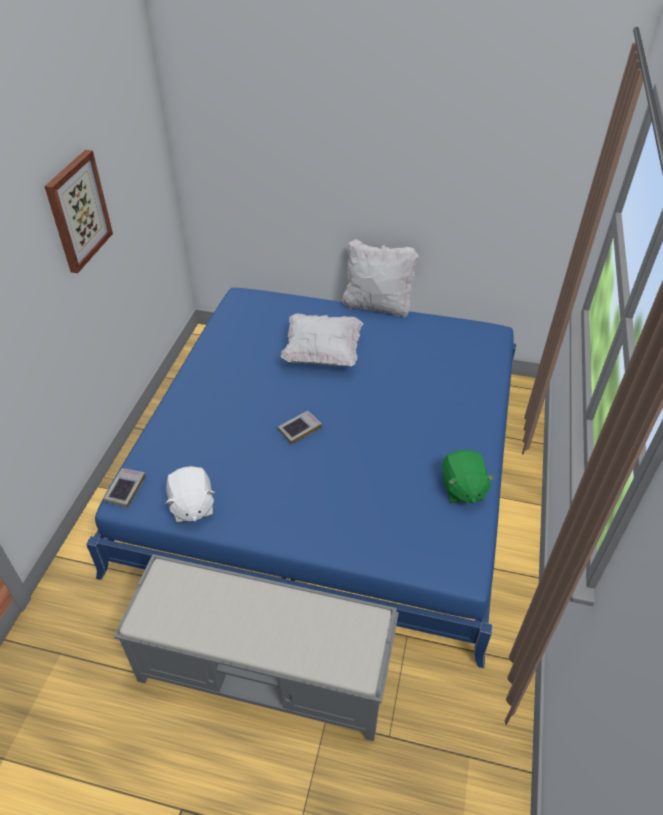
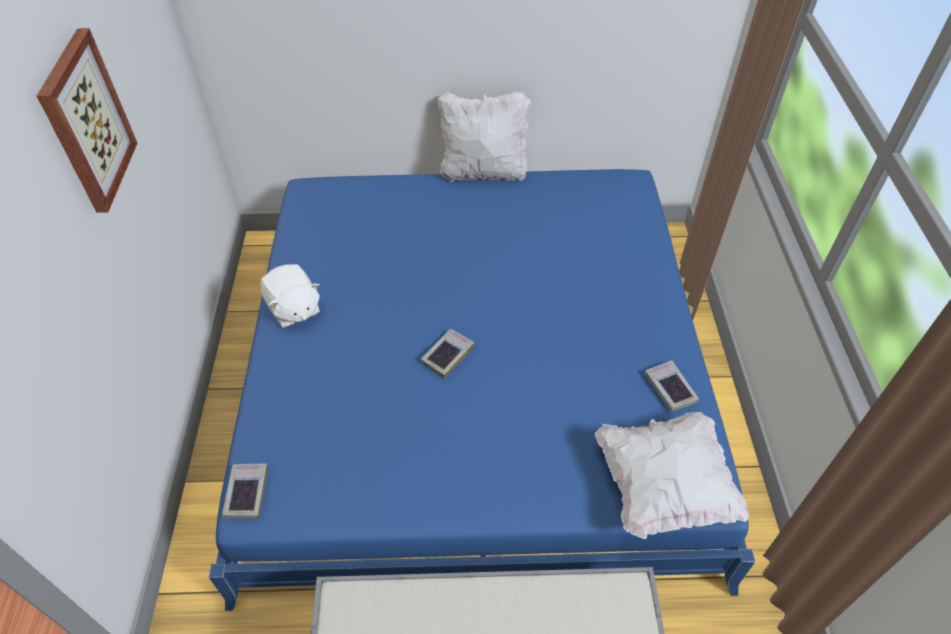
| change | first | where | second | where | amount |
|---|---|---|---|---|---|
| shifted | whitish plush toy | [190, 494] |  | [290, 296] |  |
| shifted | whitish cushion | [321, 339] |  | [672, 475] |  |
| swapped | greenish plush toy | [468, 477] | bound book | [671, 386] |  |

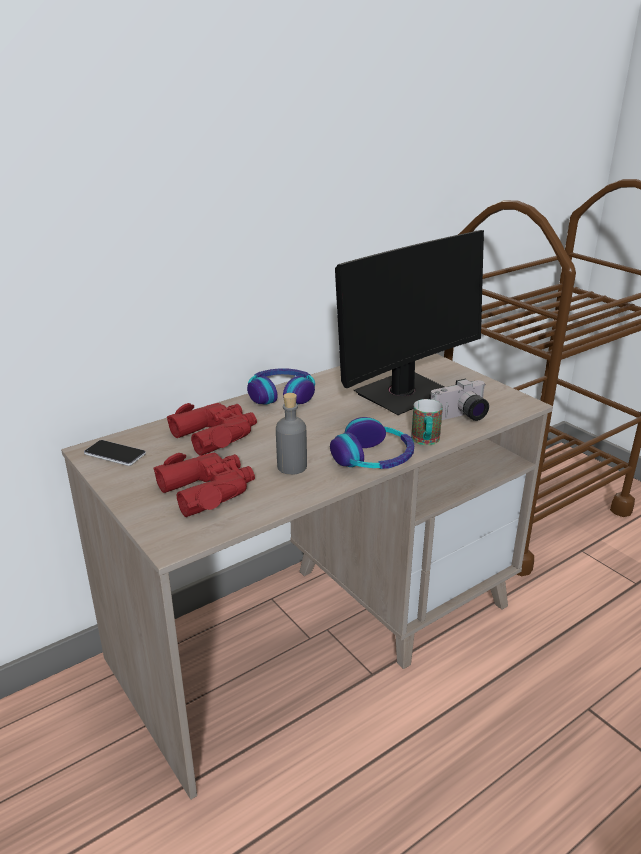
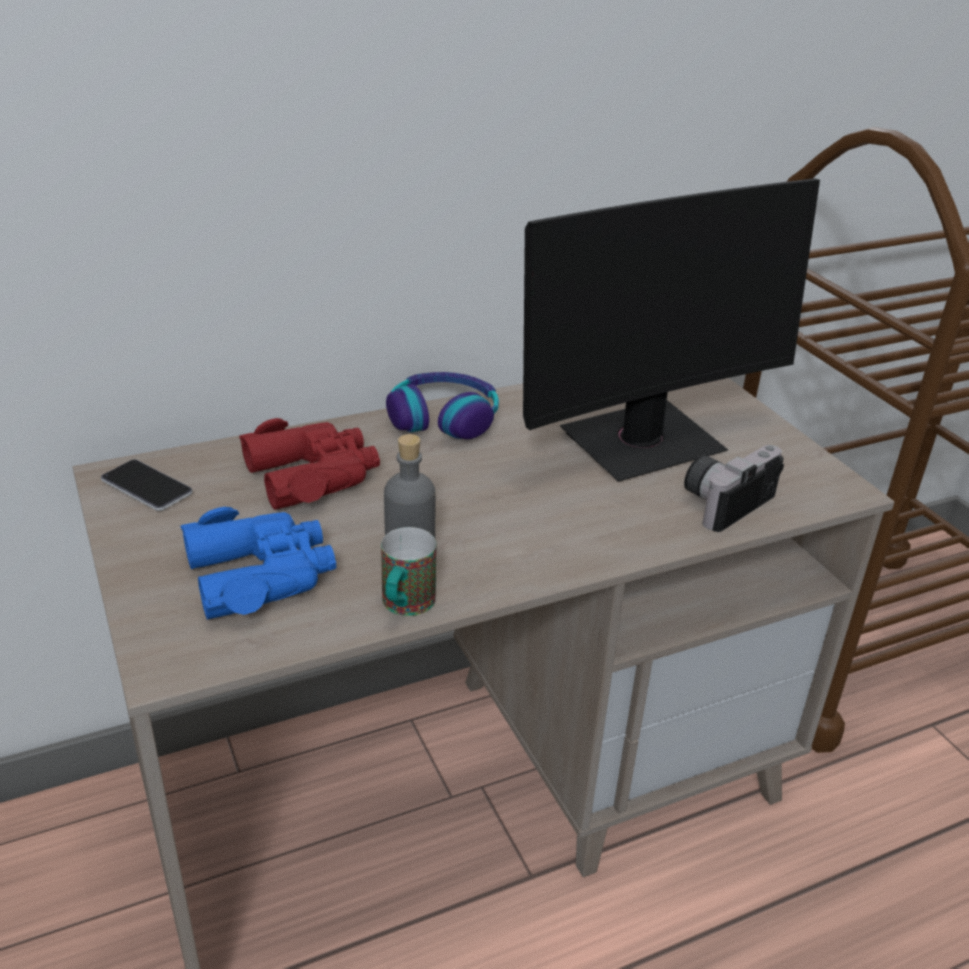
| change | first | where | second | where | amount |
|---|---|---|---|---|---|
| gone | headset | [372, 443] |  |  |  |
| shifted | coffee mug | [427, 422] |  | [408, 571] |  |
| repainted | red-coloured pair of binoculars | [204, 485] | blue pair of binoculars | [258, 563] |  |
| rotated | still camera | [459, 400] |  | [734, 488] | 150 degrees clockwise |

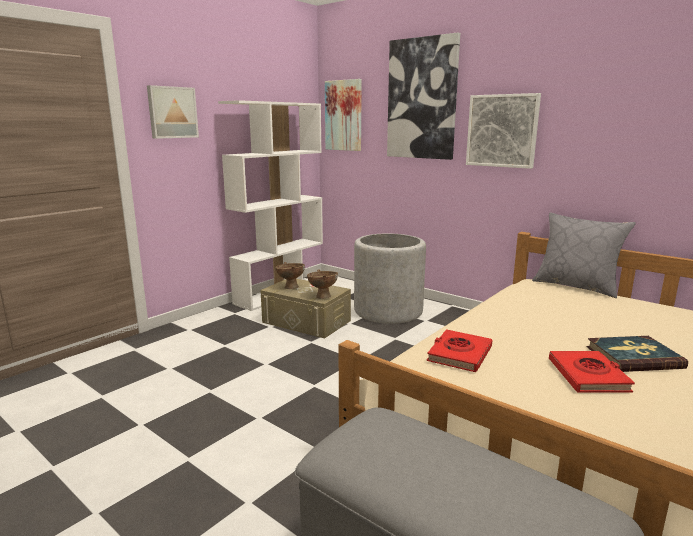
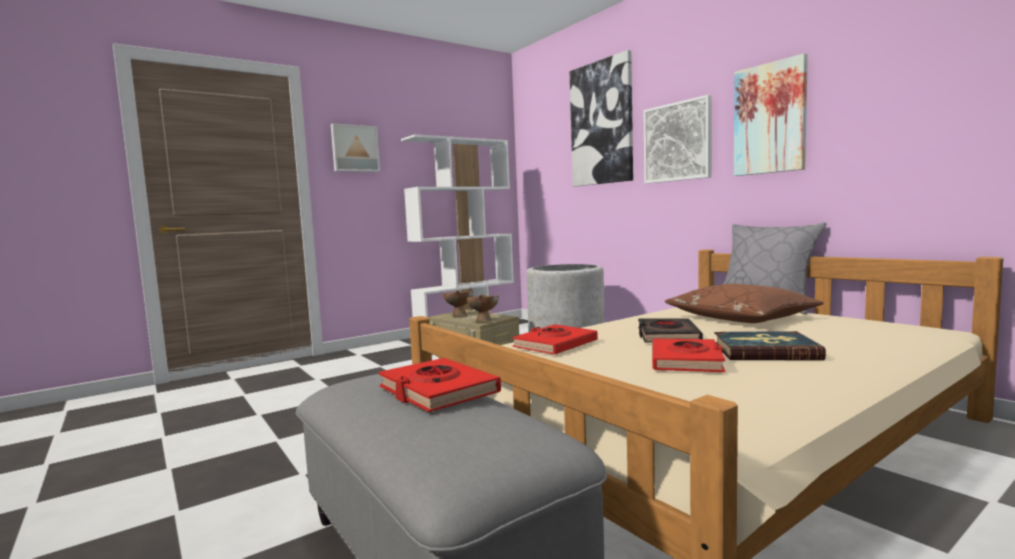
| change | first | where | second | where | amount |
|---|---|---|---|---|---|
| new |  |  | red-coloured bound book | [440, 385] |  |
| new |  |  | blackish bound book | [670, 331] |  |
| new |  |  | brown-coloured cushion | [744, 303] |  |
| shifted | picture | [343, 115] |  | [771, 114] |  |

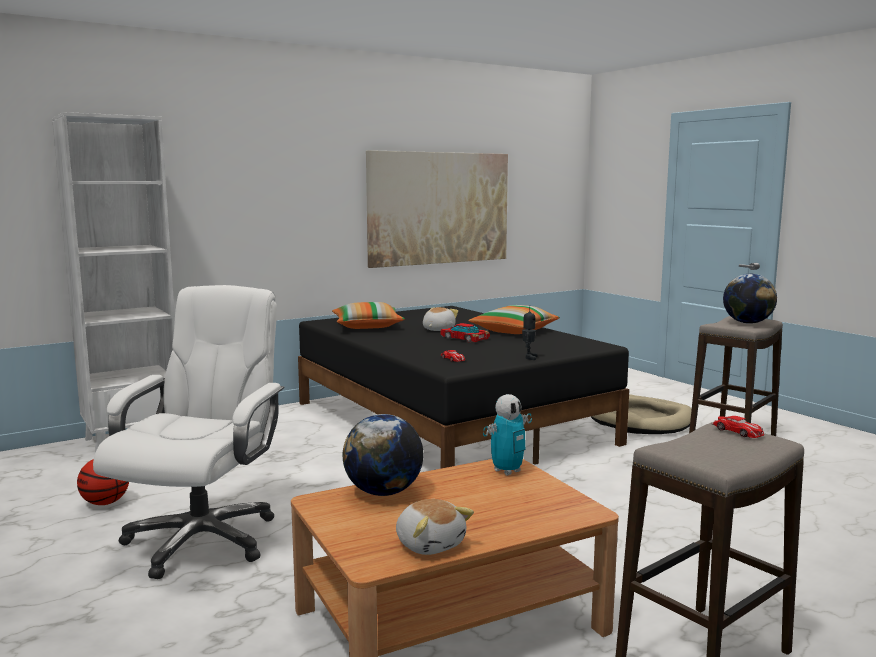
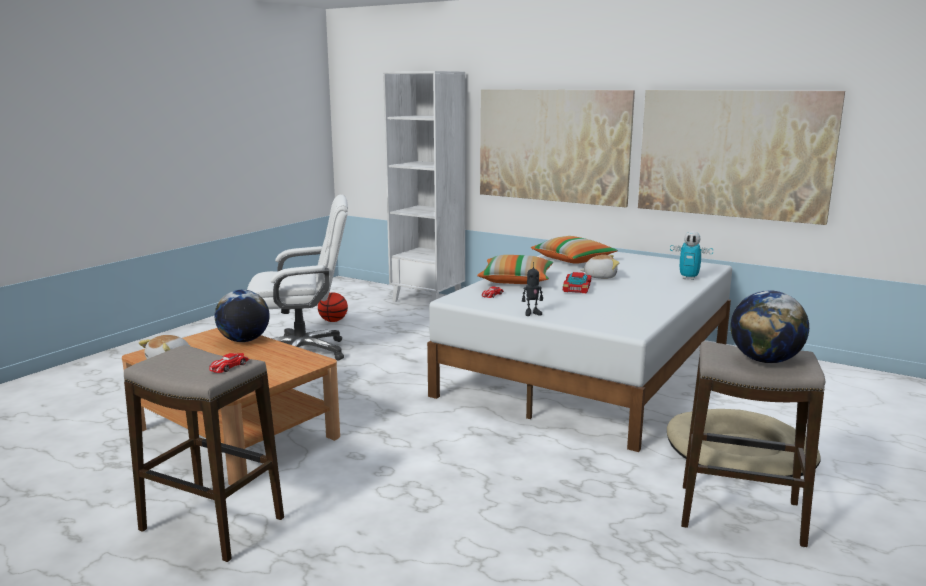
| change | first | where | second | where | amount |
|---|---|---|---|---|---|
| new |  |  | picture | [557, 148] |  |
| shifted | cushion | [514, 319] |  | [515, 269] |  |
| shifted | robot figure | [507, 435] |  | [691, 255] |  |
| repainted | blackish bedroom bed | [463, 387] | whitish bedroom bed | [579, 352] |  |

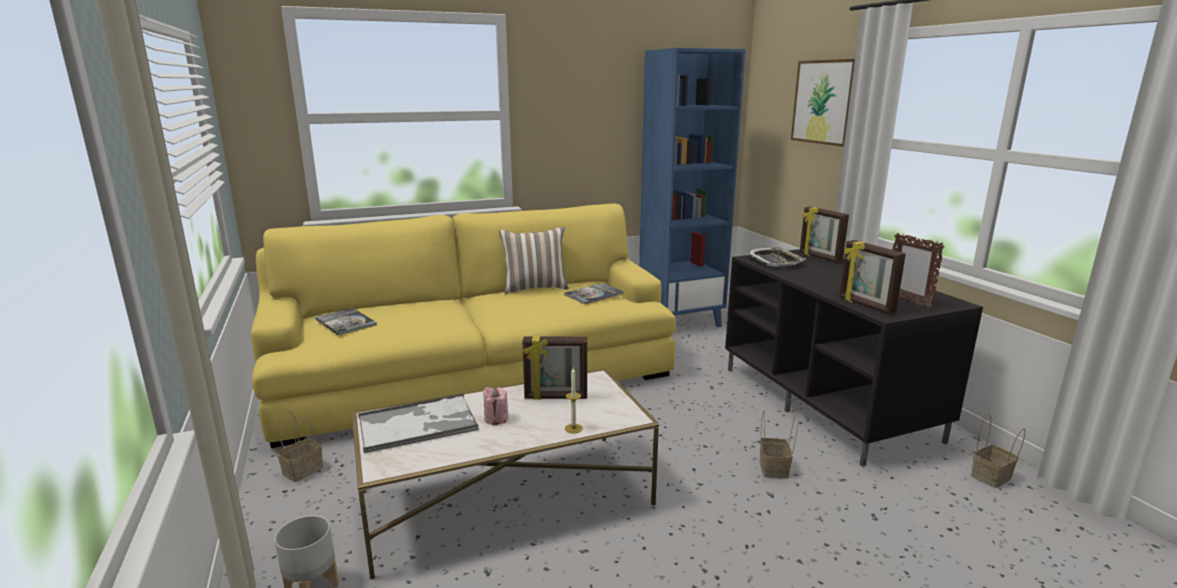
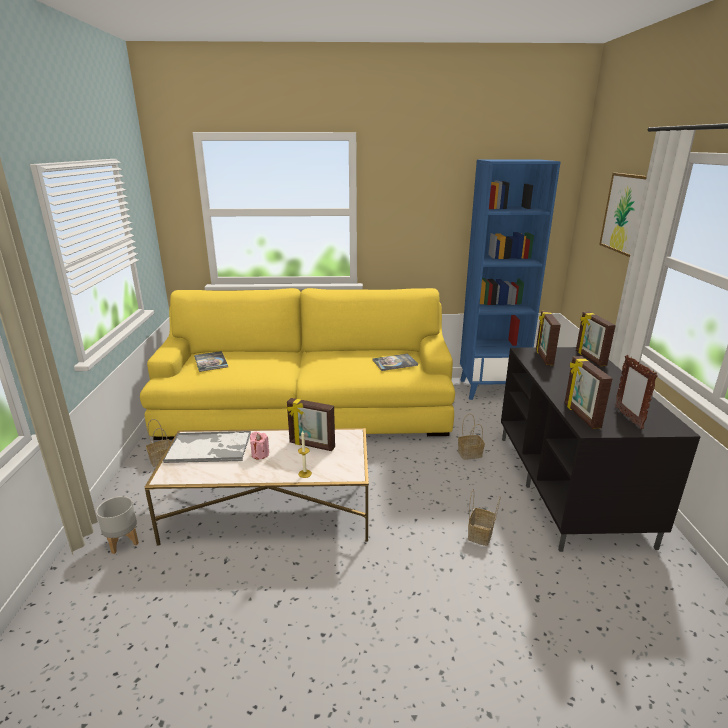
| change | first | where | second | where | amount |
|---|---|---|---|---|---|
| gone | cushion | [534, 260] |  |  |  |
| shifted | storage basket | [998, 451] |  | [471, 437] |  |
| swapped | serving tray | [775, 257] | standing frame | [548, 338] |  |

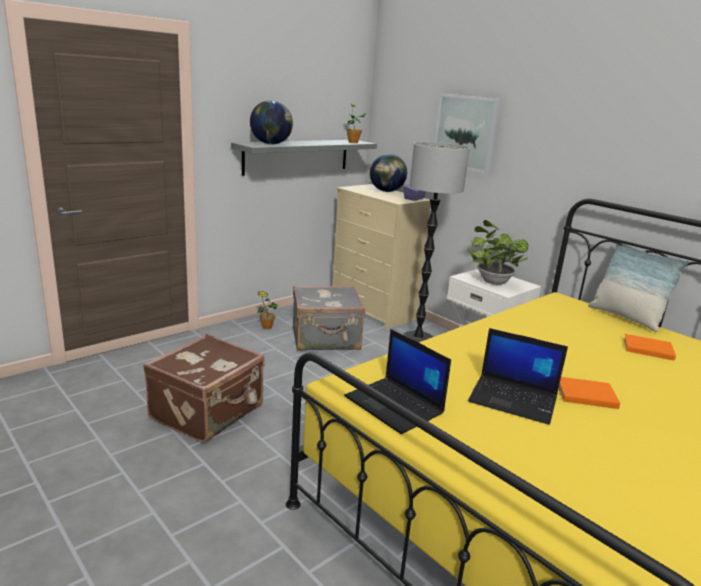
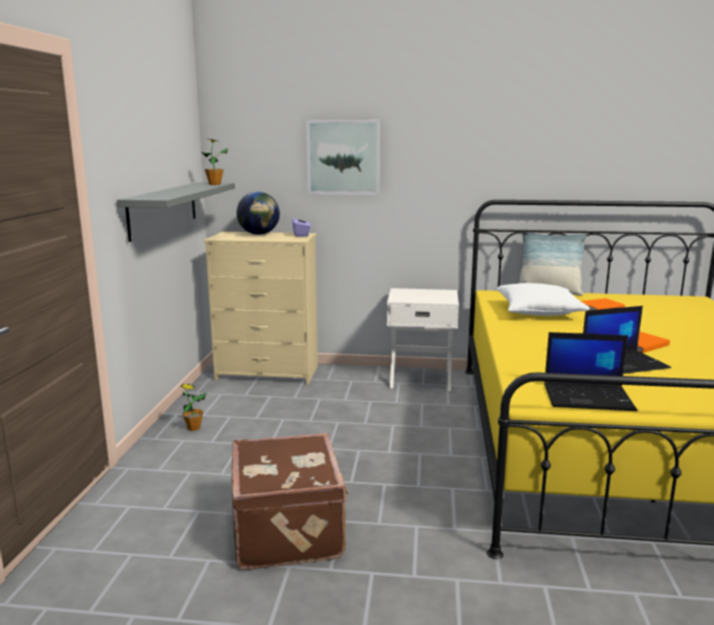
| change | first | where | second | where | amount |
|---|---|---|---|---|---|
| gone | desk globe | [271, 122] |  |  |  |
| gone | grey piece of luggage | [329, 318] |  |  |  |
| gone | floor lamp | [436, 242] |  |  |  |
| gone | potted plant | [497, 252] |  |  |  |
| new |  |  | whitish cushion | [543, 299] |  |

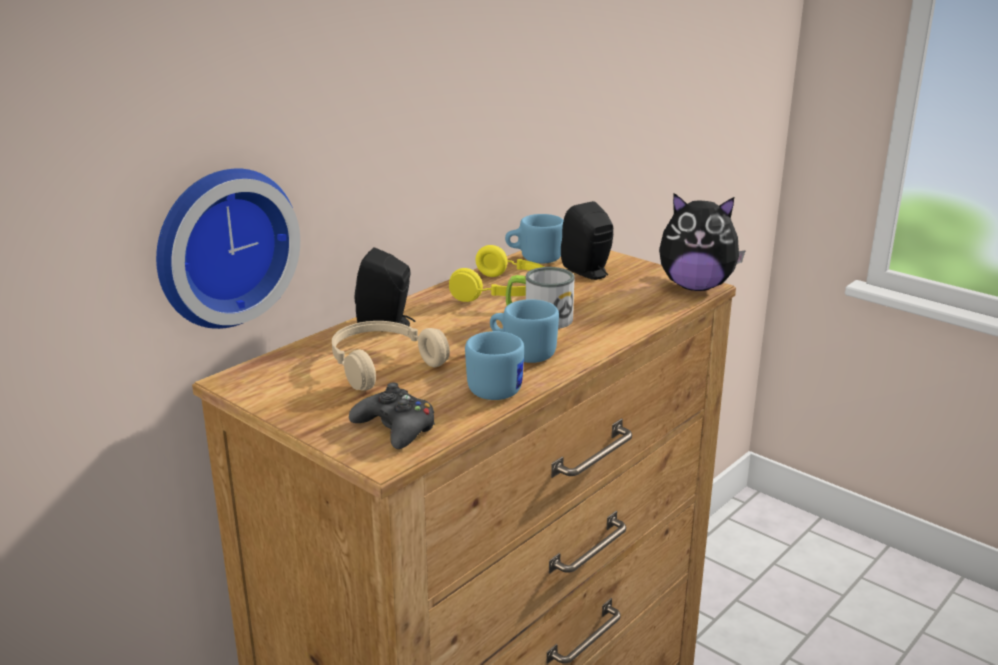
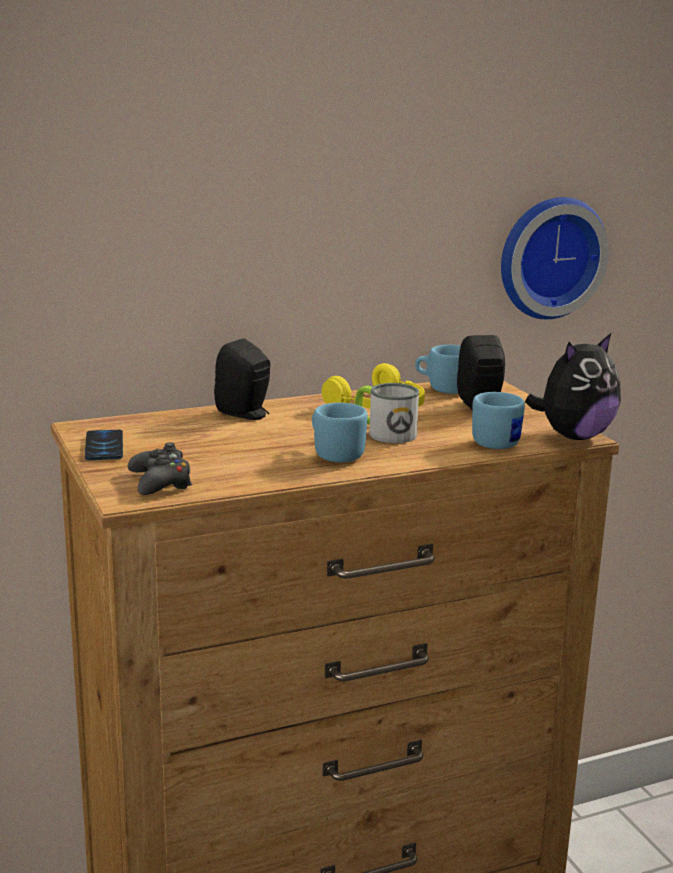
| change | first | where | second | where | amount |
|---|---|---|---|---|---|
| gone | beige headset | [391, 356] |  |  |  |
| new |  |  | telephone | [104, 445] |  |
| shifted | hanging clock | [228, 248] |  | [555, 258] |  |
| shifted | blue coffee mug | [494, 365] |  | [498, 420] |  |
| rotated | plush toy | [702, 242] |  | [573, 386] | 75 degrees counterclockwise |

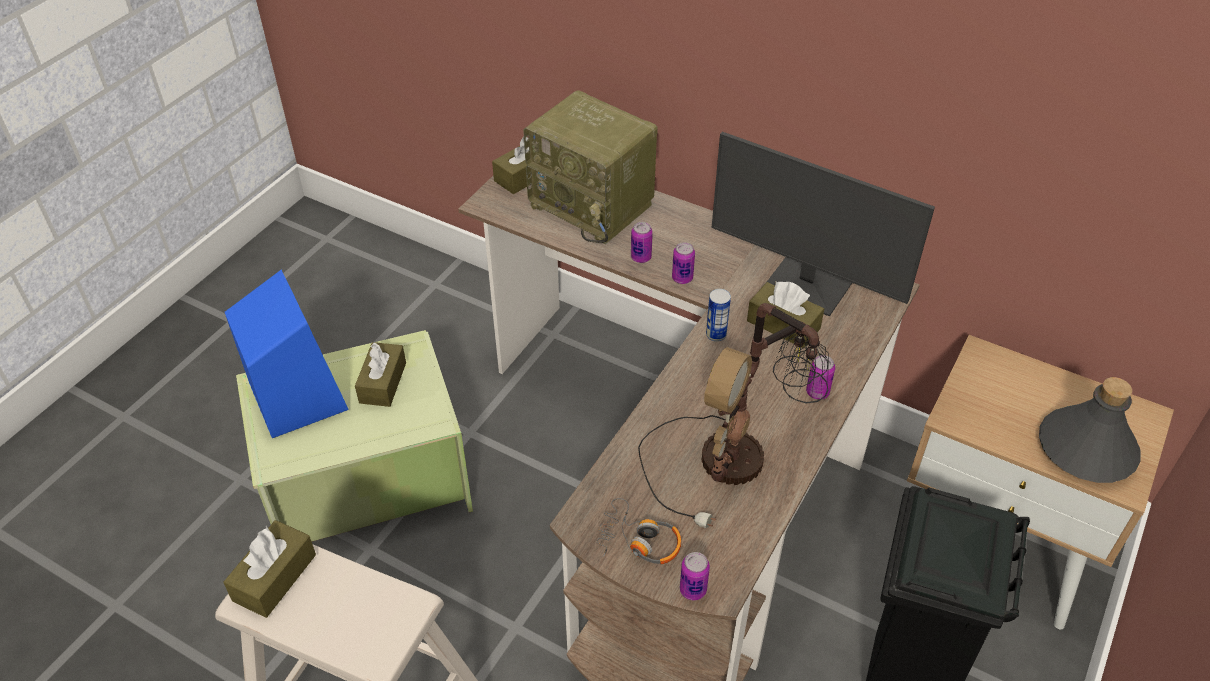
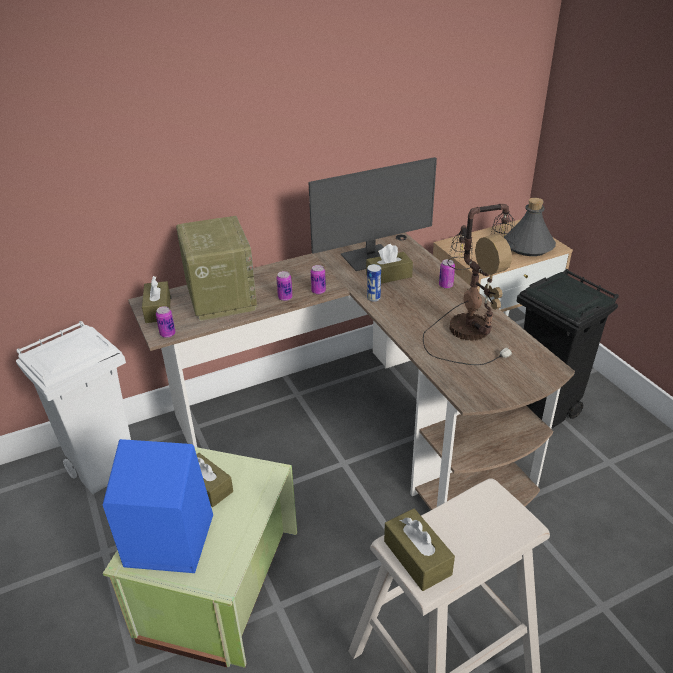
| change | first | where | second | where | amount |
|---|---|---|---|---|---|
| gone | headset | [639, 531] |  |  |  |
| new |  |  | whitish trash can | [73, 407] |  |
| shifted | can | [695, 576] |  | [166, 322] |  |
| rotated | radio receiver | [590, 167] |  | [216, 268] | 90 degrees counterclockwise |

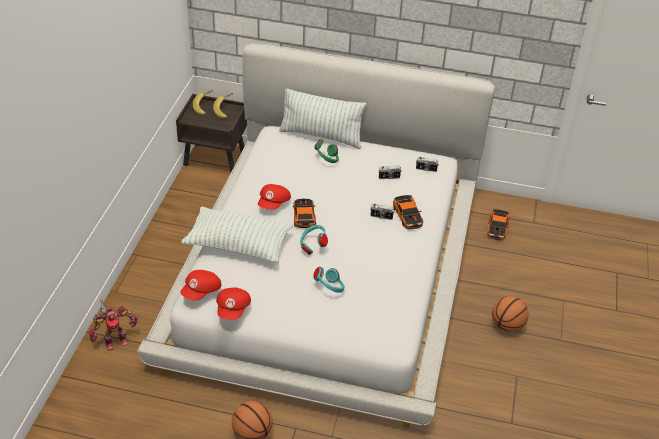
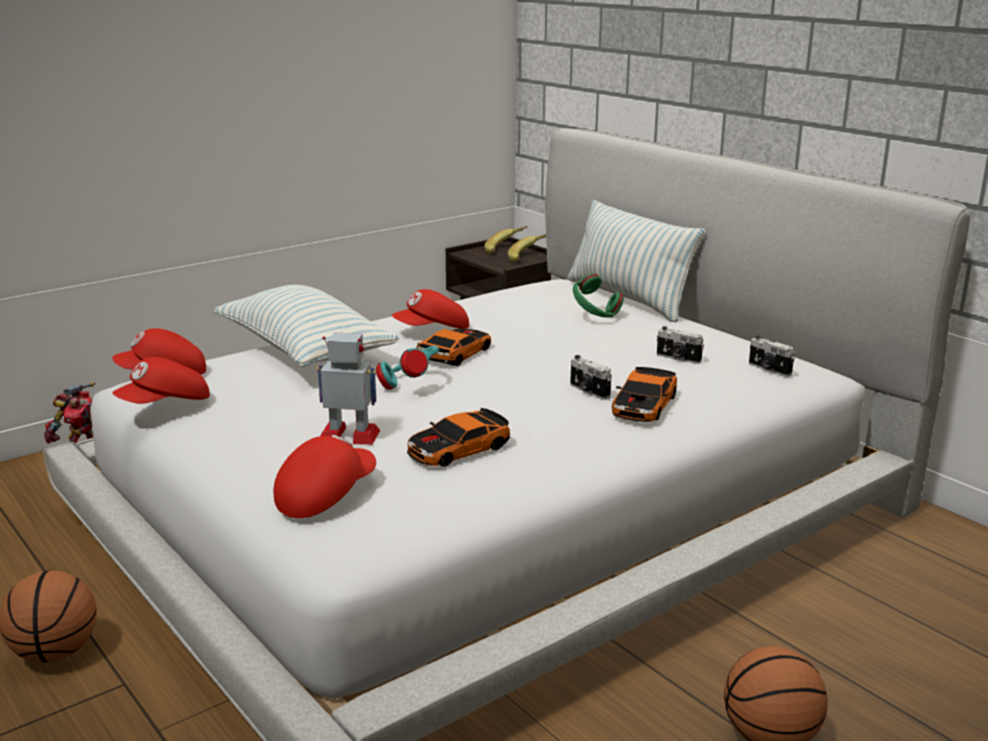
| change | first | where | second | where | amount |
|---|---|---|---|---|---|
| new |  |  | red-coloured cap | [324, 476] |  |
| shifted | toy car | [498, 224] |  | [458, 437] |  |
| swapped | turquoise headset | [329, 280] | robot figure | [348, 388] |  |

